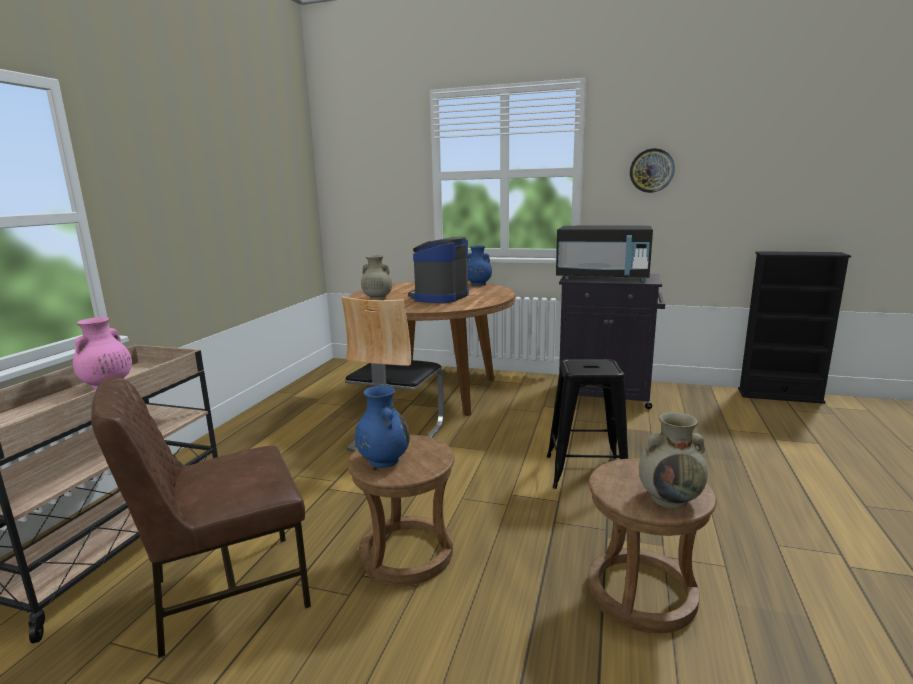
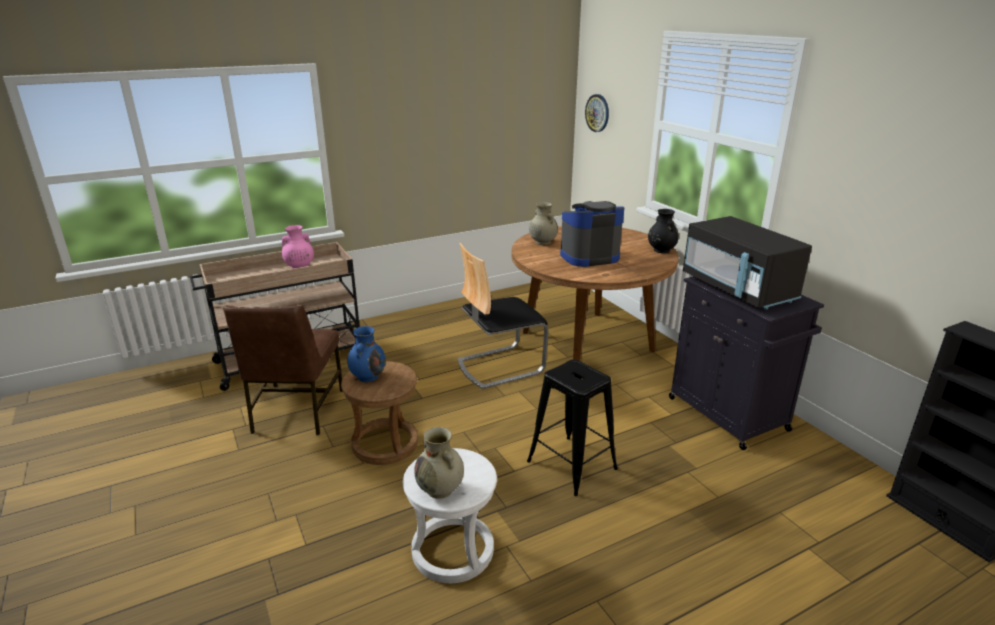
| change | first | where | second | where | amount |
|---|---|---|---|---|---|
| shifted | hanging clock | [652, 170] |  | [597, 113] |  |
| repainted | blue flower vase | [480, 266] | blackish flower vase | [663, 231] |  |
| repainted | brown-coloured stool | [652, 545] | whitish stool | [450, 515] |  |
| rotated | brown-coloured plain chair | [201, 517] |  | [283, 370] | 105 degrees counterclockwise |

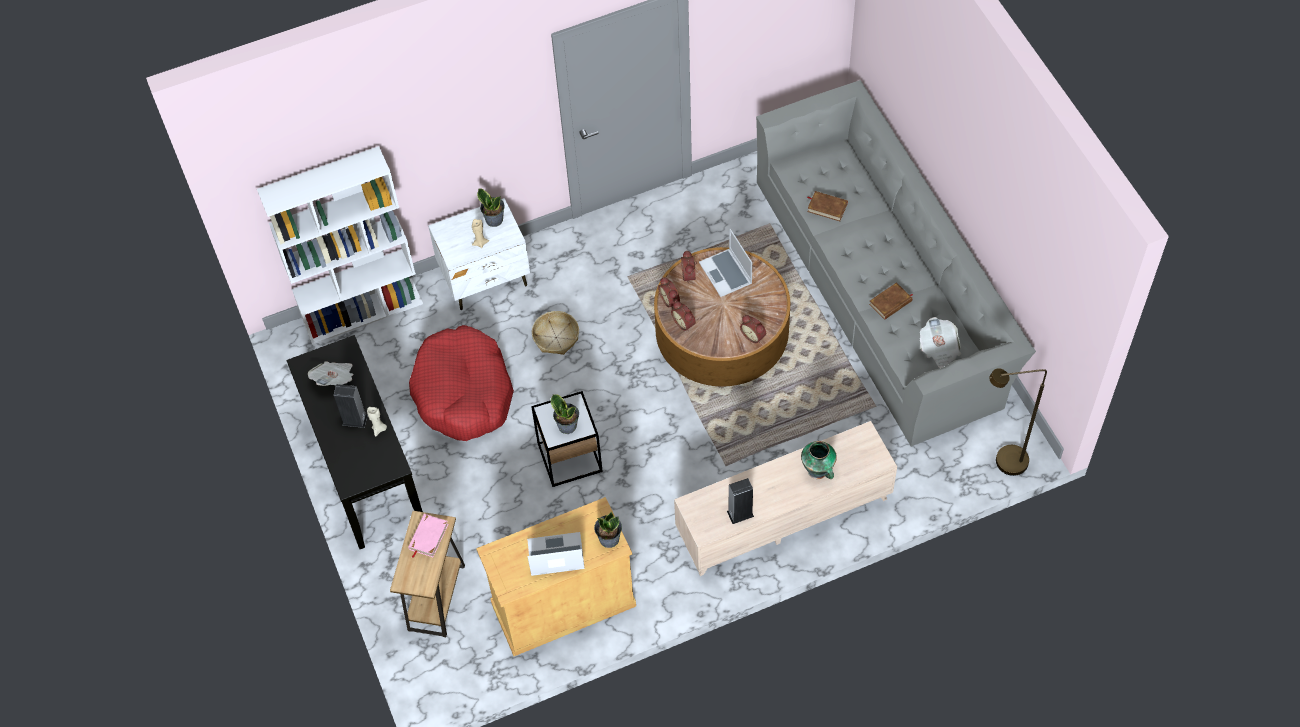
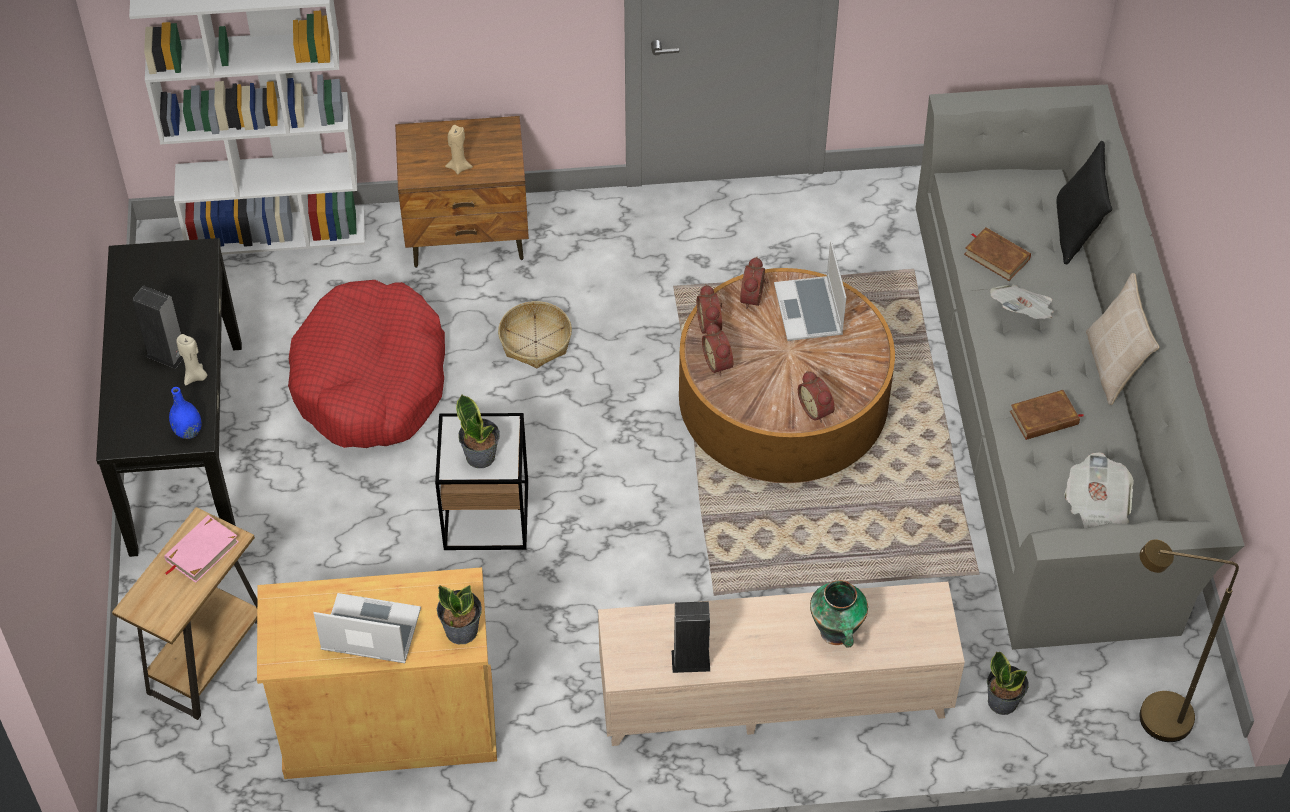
| change | first | where | second | where | amount |
|---|---|---|---|---|---|
| new |  |  | blue flower vase | [185, 413] |  |
| new |  |  | blackish cushion | [1084, 202] |  |
| new |  |  | beige cushion | [1122, 339] |  |
| shifted | printed paper | [331, 373] |  | [1022, 301] |  |
| shifted | potted plant | [491, 207] |  | [1007, 683] |  |
| repainted | whitish nightstand | [479, 254] | brown-coloured nightstand | [462, 192] |  |

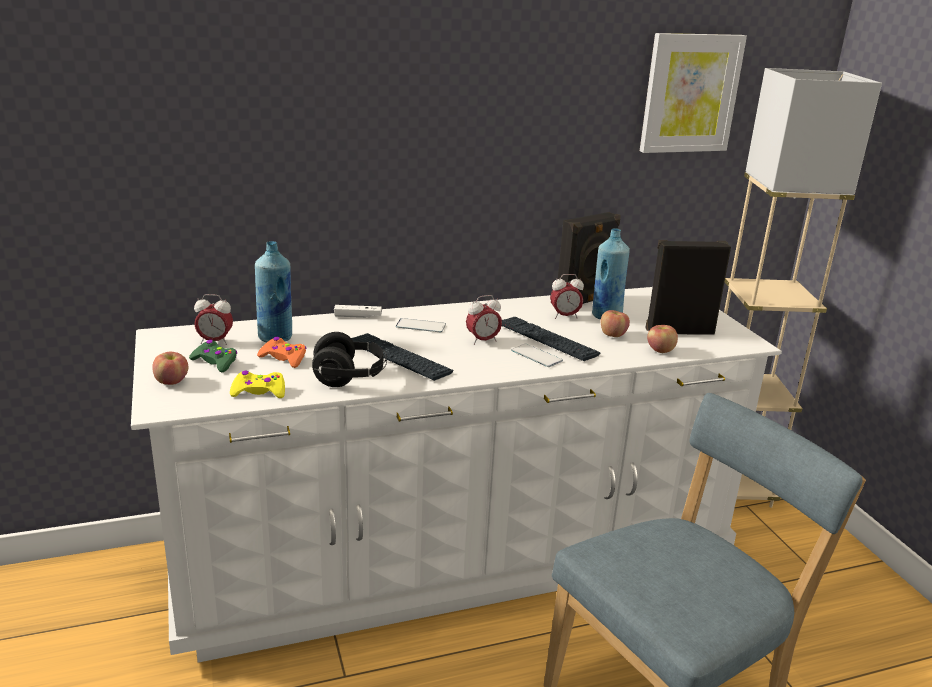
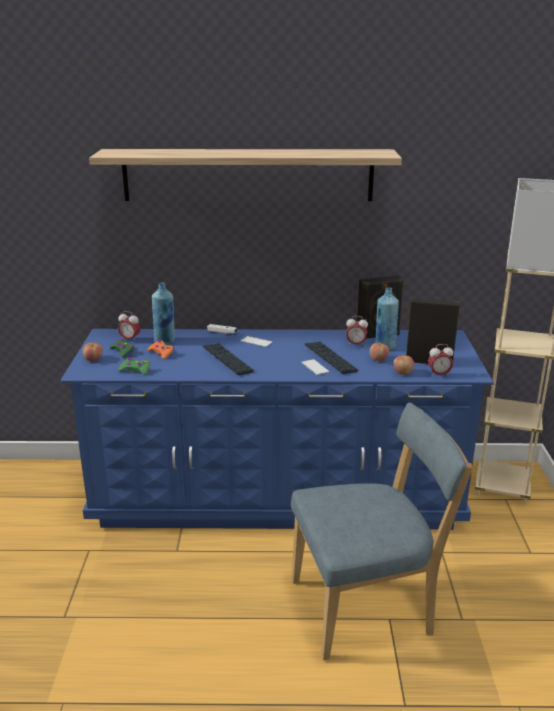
| change | first | where | second | where | amount |
|---|---|---|---|---|---|
| gone | blackish headset | [349, 359] |  |  |  |
| gone | picture | [693, 93] |  |  |  |
| new |  |  | wall shelf | [245, 175] |  |
| shifted | table clock | [484, 320] |  | [440, 360] |  |
| repainted | whitish drawer chest | [456, 475] | blue drawer chest | [277, 429] |  |
| repainted | yellow-coloured joypad | [257, 384] | greenish joypad | [134, 366] |  |

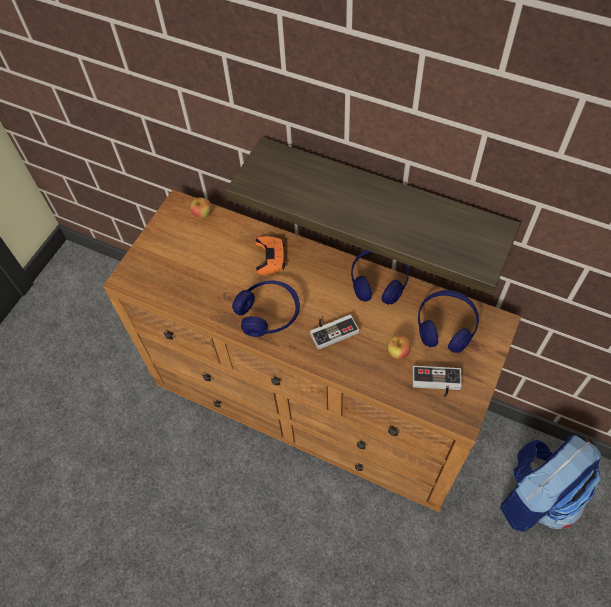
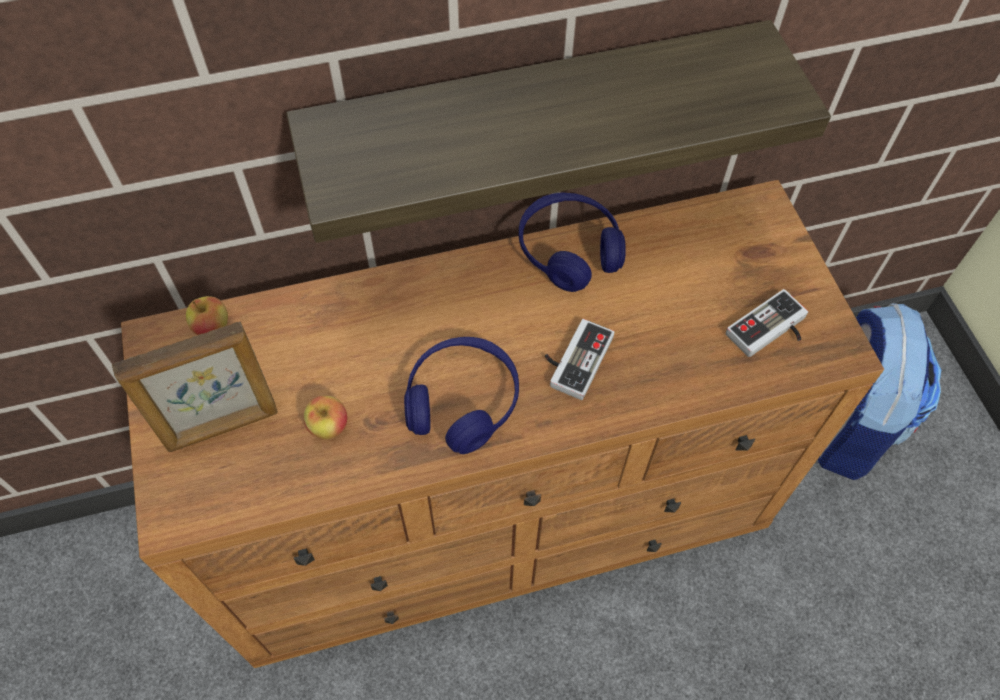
| change | first | where | second | where | amount |
|---|---|---|---|---|---|
| gone | orange-coloured joypad | [270, 255] |  |  |  |
| gone | blue headset | [448, 321] |  |  |  |
| new |  |  | standing frame | [195, 387] |  |
| shifted | whole apple | [399, 347] |  | [325, 417] |  |

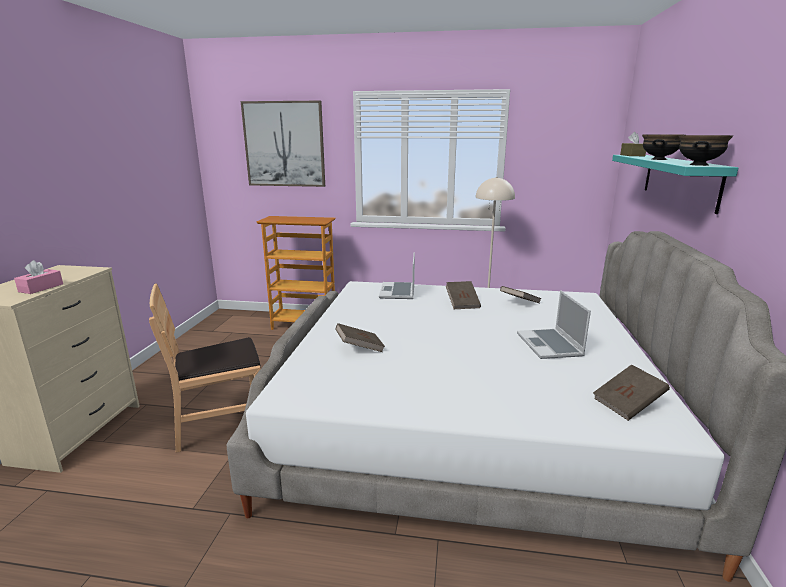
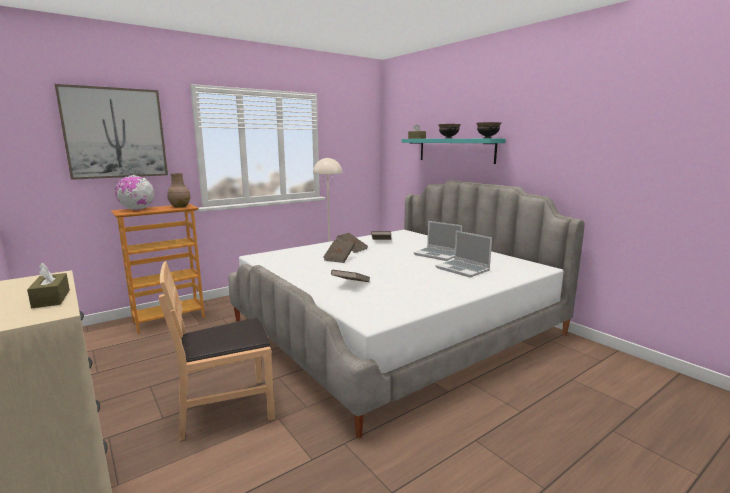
| change | first | where | second | where | amount |
|---|---|---|---|---|---|
| new |  |  | desk globe | [134, 192] |  |
| new |  |  | brown-coloured flower vase | [179, 190] |  |
| shifted | portable computer | [397, 275] |  | [463, 254] |  |
| shifted | brown-coloured bound book | [631, 392] |  | [339, 251] |  |
| repainted | pinkish tissue holder | [38, 277] | brown-coloured tissue holder | [48, 285] |  |
| rotated | brown-coloured plain chair | [205, 368] |  | [217, 351] | 45 degrees clockwise |

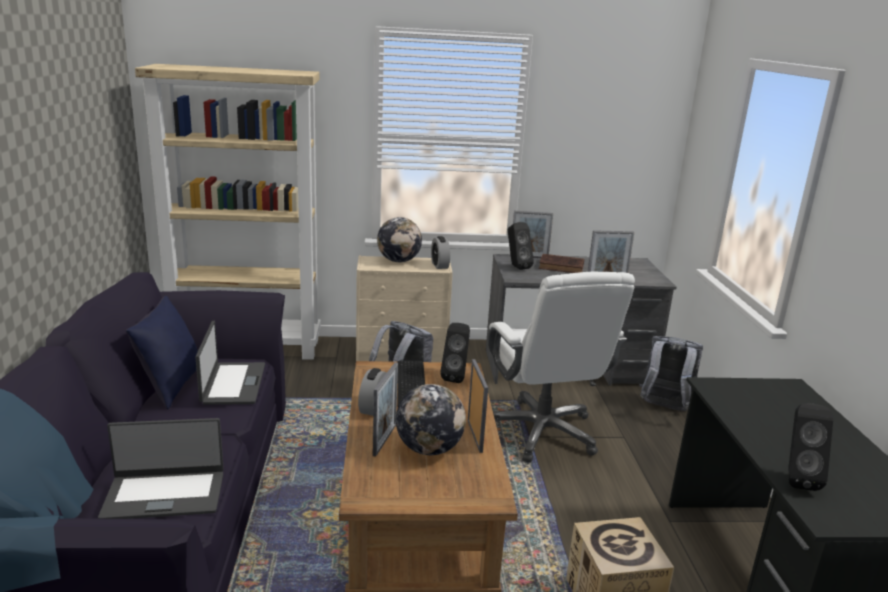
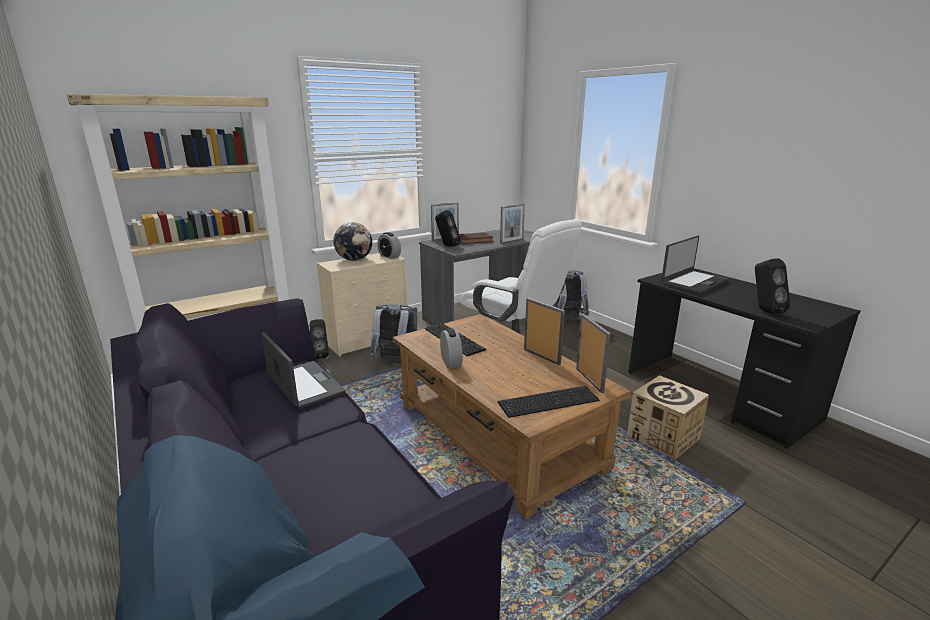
| change | first | where | second | where | amount |
|---|---|---|---|---|---|
| gone | blue cushion | [162, 352] |  |  |  |
| gone | desk globe | [431, 419] |  |  |  |
| new |  |  | keyboard | [548, 402] |  |
| shifted | portable computer | [161, 468] |  | [695, 265] |  |
| shifted | standing frame | [385, 409] |  | [593, 353] |  |
| shifted | blackish loudspeaker | [455, 353] |  | [319, 339] |  |

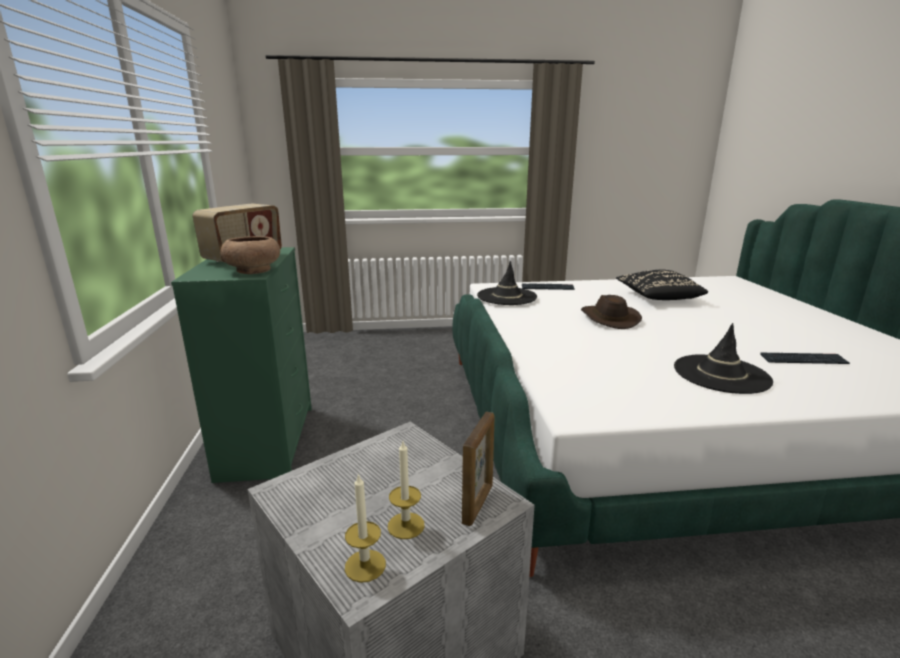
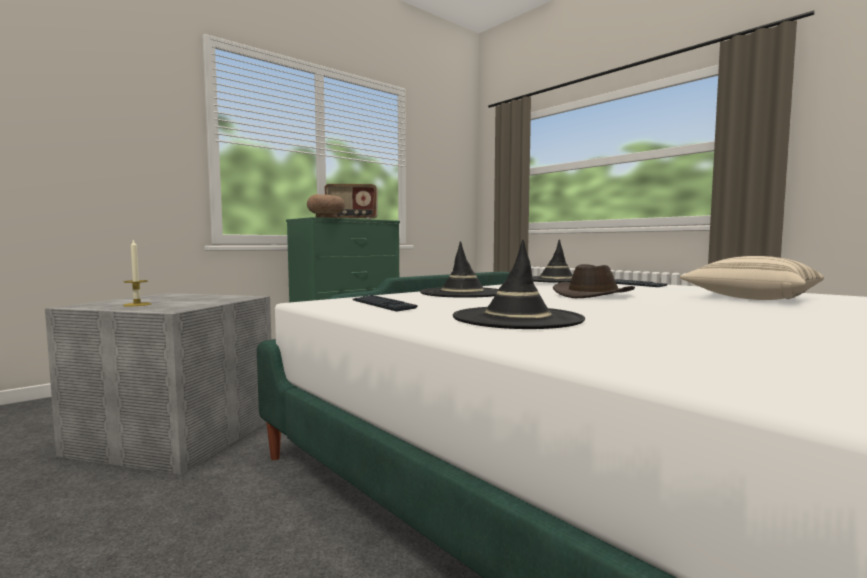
| change | first | where | second | where | amount |
|---|---|---|---|---|---|
| gone | wax candle | [365, 528] |  |  |  |
| gone | standing frame | [478, 469] |  |  |  |
| new |  |  | blackish hat | [459, 269] |  |
| shifted | keyboard | [805, 358] |  | [385, 303] |  |
| repainted | blackish cushion | [662, 285] | beige cushion | [751, 278] |  |

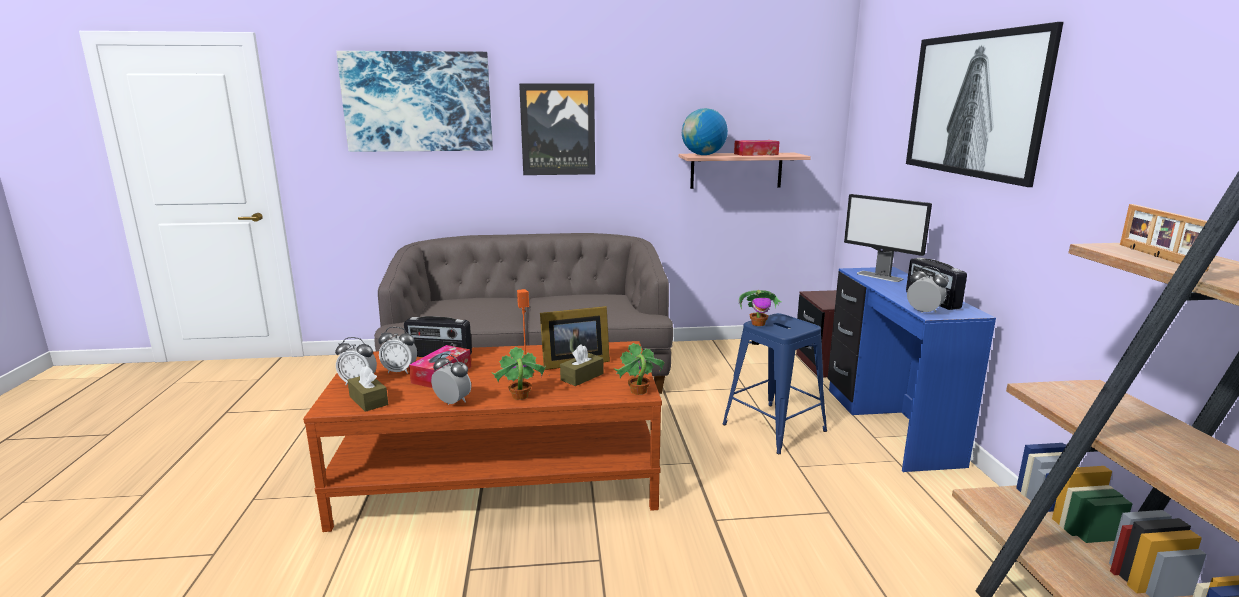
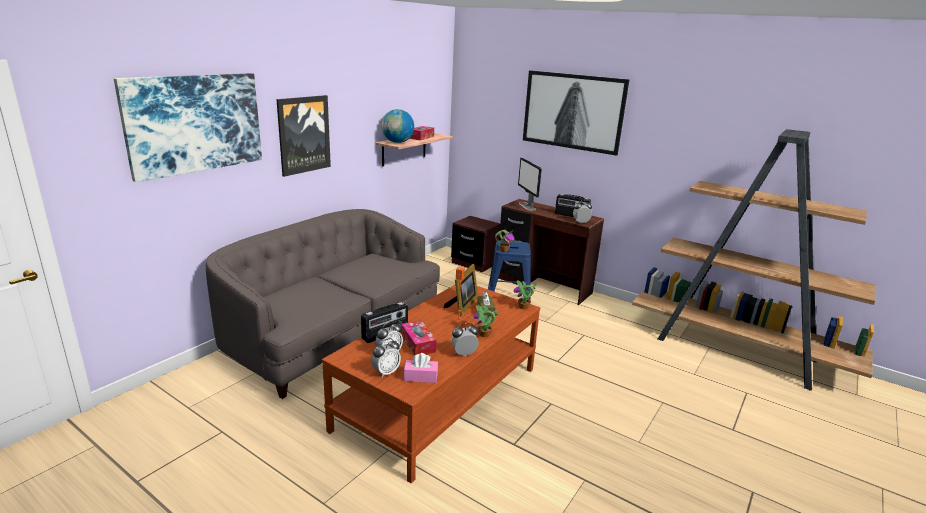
| change | first | where | second | where | amount |
|---|---|---|---|---|---|
| gone | standing frame | [1164, 237] |  |  |  |
| repainted | brown-coloured tissue holder | [367, 389] | pinkish tissue holder | [421, 368] |  |
| repainted | blue desk | [912, 369] | brown-coloured desk | [551, 252] |  |
| rotated | computer screen | [888, 238] |  | [530, 184] | 75 degrees clockwise |

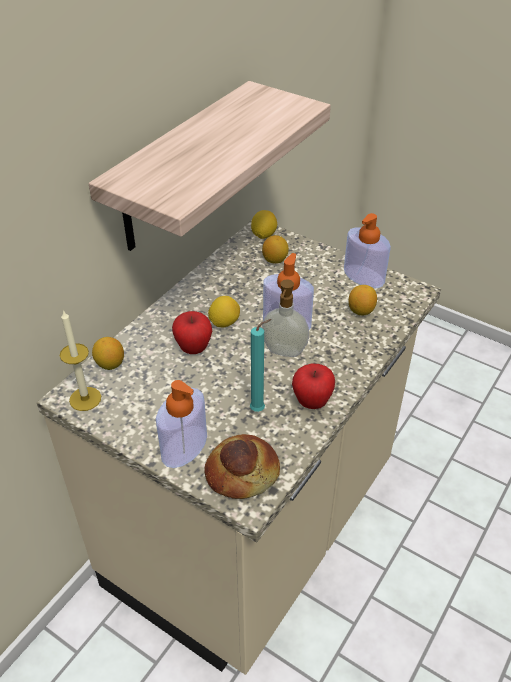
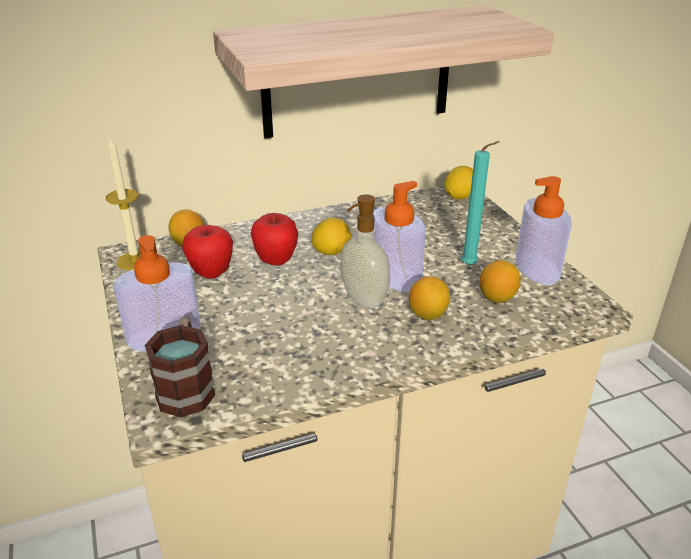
| change | first | where | second | where | amount |
|---|---|---|---|---|---|
| shifted | turquoise wax candle | [261, 365] |  | [480, 203] |  |
| shifted | whole lemon | [275, 249] |  | [429, 298] |  |
| shifted | whole apple | [313, 386] |  | [207, 252] |  |
| swapped | bread | [242, 466] | coffee mug | [179, 367] |  |

